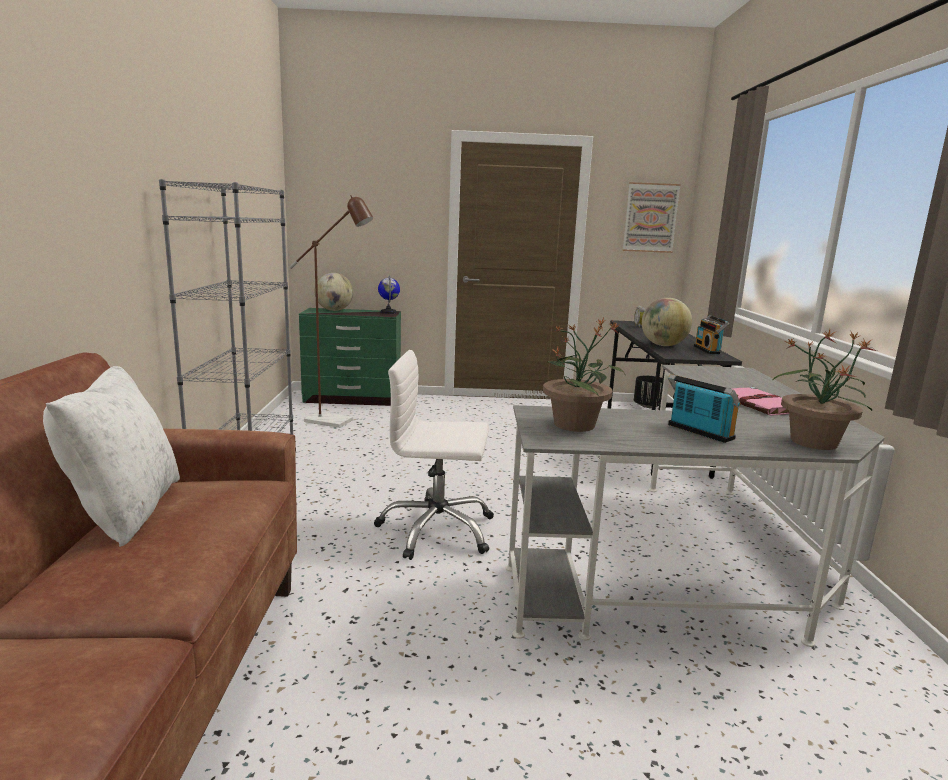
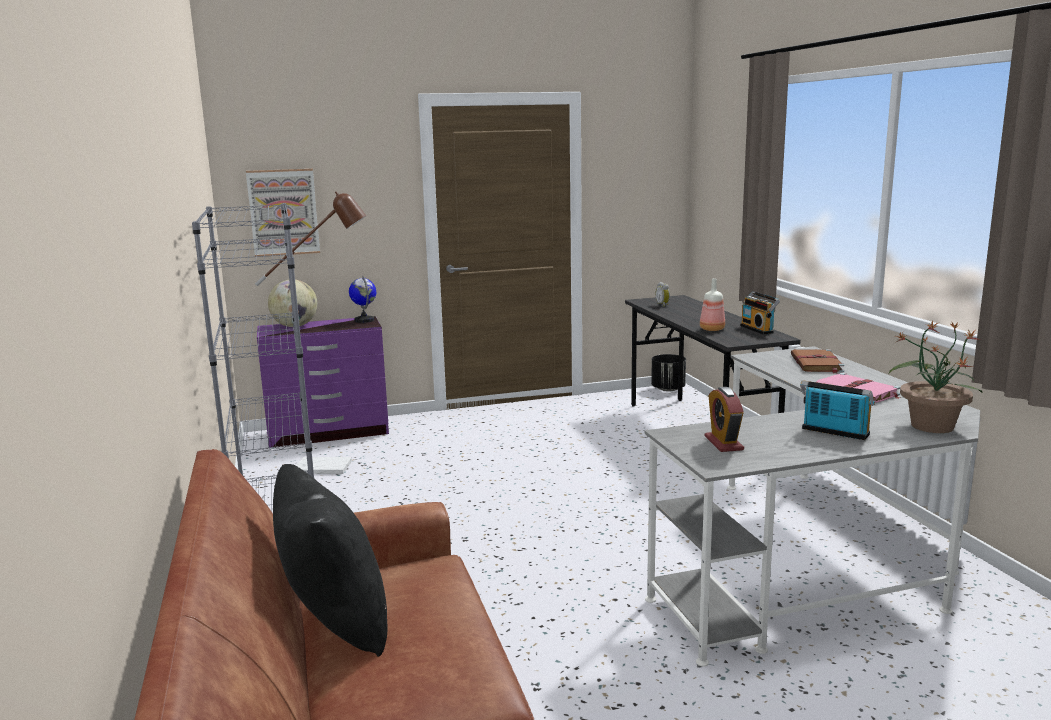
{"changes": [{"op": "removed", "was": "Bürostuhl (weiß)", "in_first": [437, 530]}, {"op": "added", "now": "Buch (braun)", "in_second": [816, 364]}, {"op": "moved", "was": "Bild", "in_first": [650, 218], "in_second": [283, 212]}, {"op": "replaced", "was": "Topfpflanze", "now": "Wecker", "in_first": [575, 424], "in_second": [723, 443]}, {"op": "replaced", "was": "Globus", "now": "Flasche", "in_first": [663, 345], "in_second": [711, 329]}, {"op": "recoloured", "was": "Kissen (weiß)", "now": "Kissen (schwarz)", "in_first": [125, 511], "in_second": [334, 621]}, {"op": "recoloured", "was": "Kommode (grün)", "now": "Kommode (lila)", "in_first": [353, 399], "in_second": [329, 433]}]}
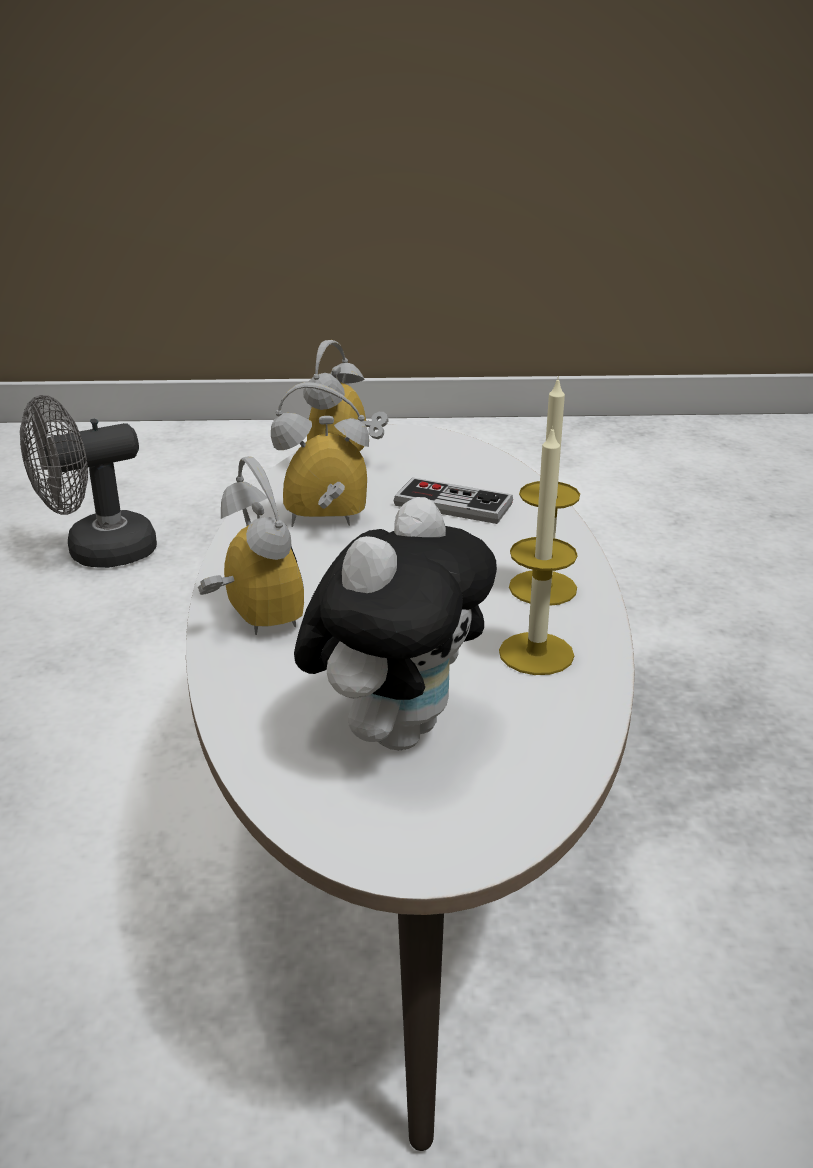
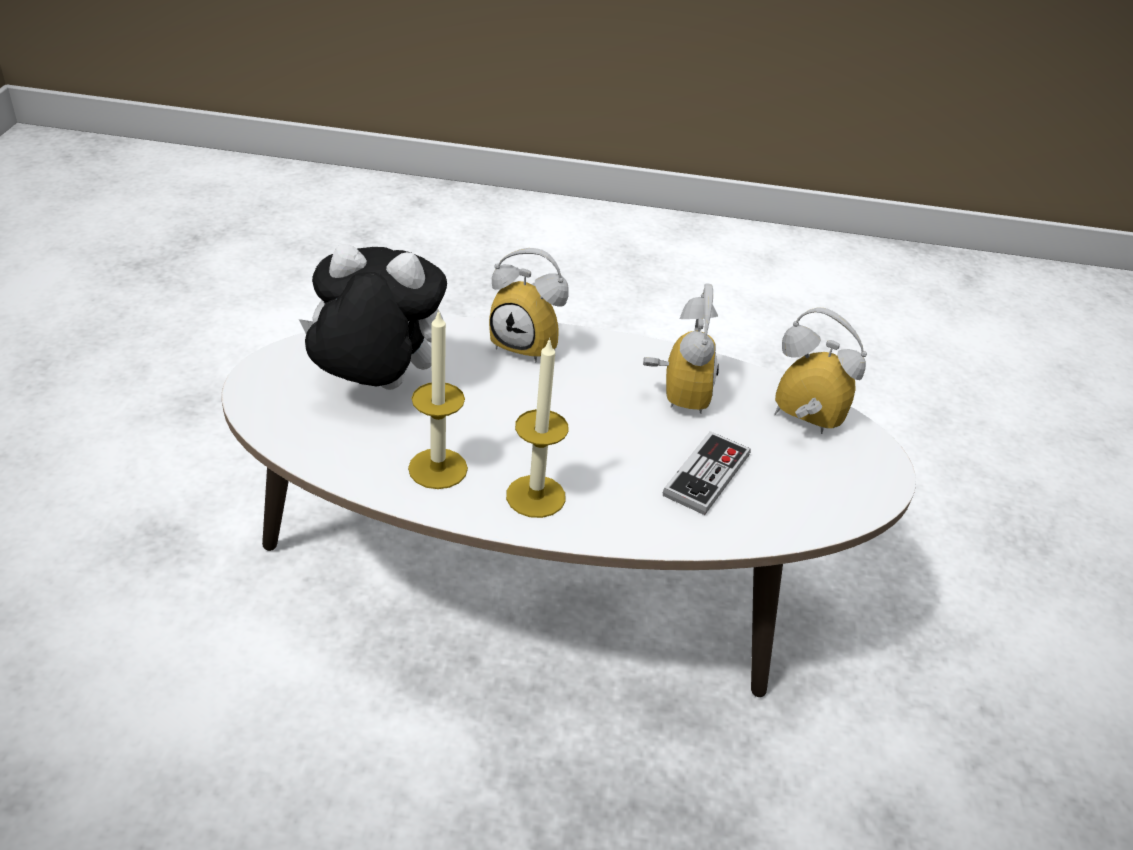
{"changes": [{"op": "removed", "was": "Ventilator (grau)", "in_first": [97, 553]}, {"op": "turned", "was": "Wecker", "in_first": [248, 619], "in_second": [530, 344], "clockwise": 45}, {"op": "turned", "was": "Plüschtier", "in_first": [396, 729], "in_second": [375, 387], "clockwise": 150}]}
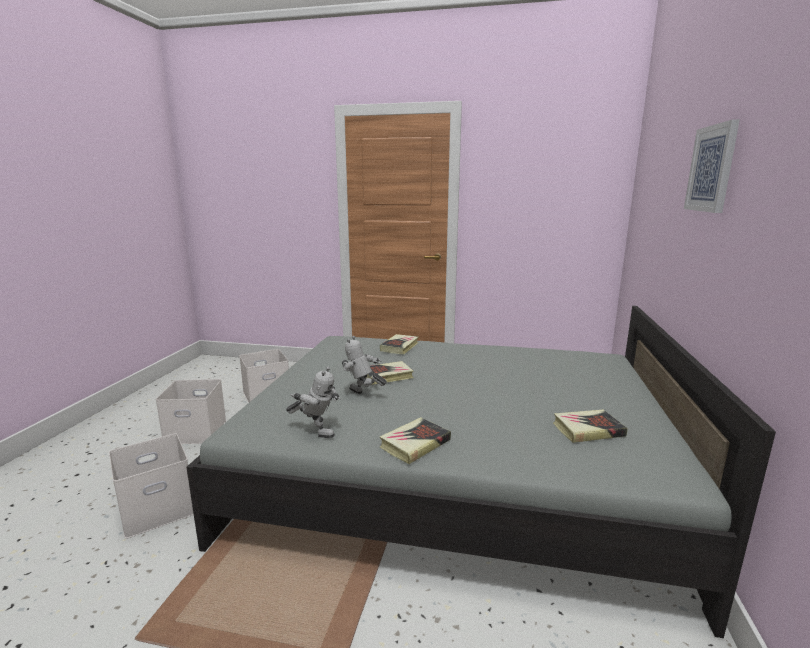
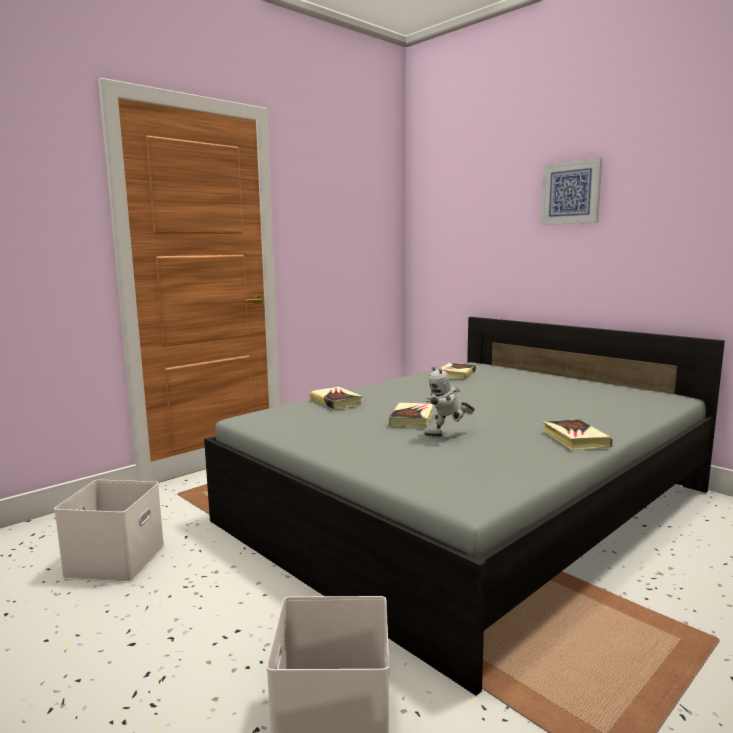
{"changes": [{"op": "removed", "was": "Aufbewahrungsbox (weiß)", "in_first": [197, 431]}, {"op": "removed", "was": "Spielzeugroboter", "in_first": [316, 432]}, {"op": "moved", "was": "Buch", "in_first": [588, 430], "in_second": [456, 374]}]}
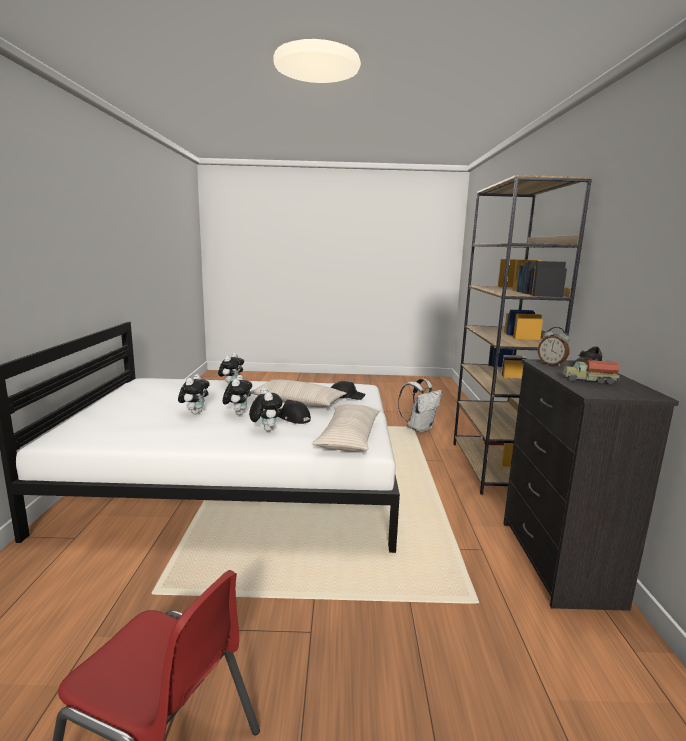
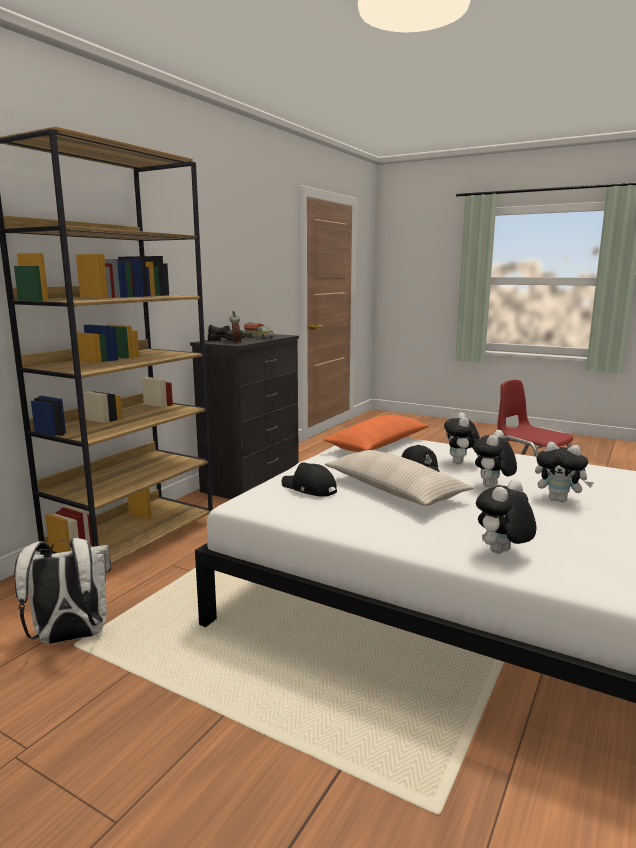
{"changes": [{"op": "recoloured", "was": "Kissen (beige)", "now": "Kissen (orange)", "in_first": [349, 437], "in_second": [377, 445]}, {"op": "turned", "was": "Plüschtier", "in_first": [195, 412], "in_second": [559, 500], "clockwise": -105}]}
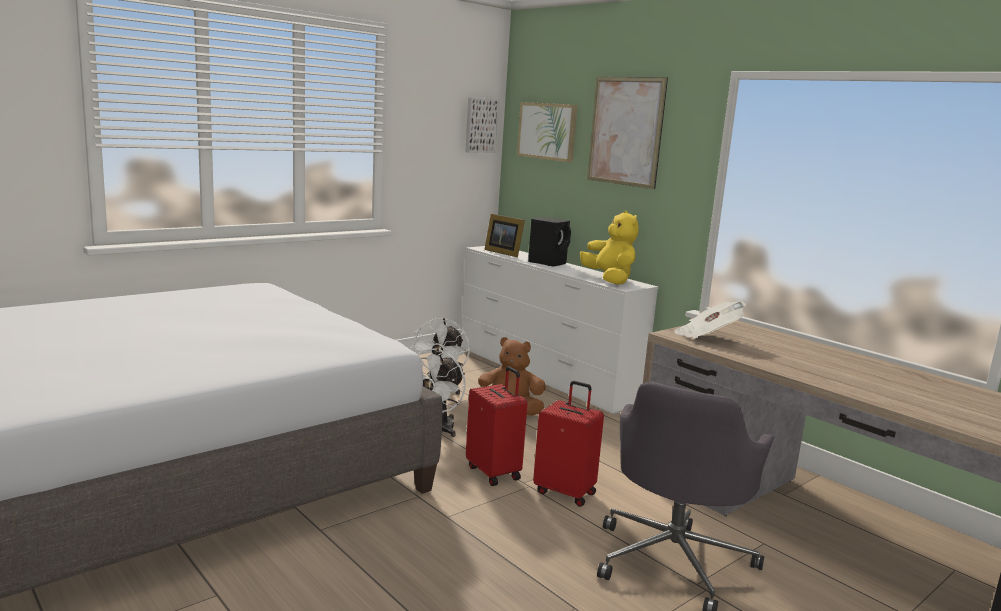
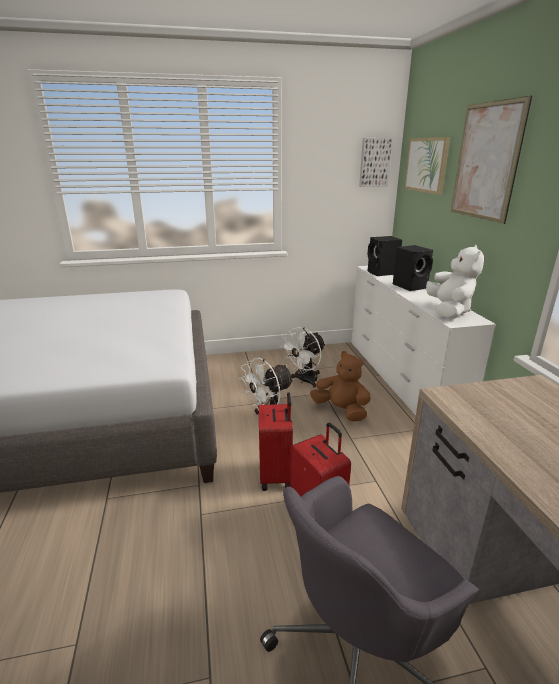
{"changes": [{"op": "removed", "was": "Zeitung", "in_first": [707, 336]}, {"op": "replaced", "was": "Bilderrahmen", "now": "Lautsprecher (schwarz)", "in_first": [503, 252], "in_second": [382, 273]}, {"op": "recoloured", "was": "Plüschtier (gelb)", "now": "Plüschtier (weiß)", "in_first": [609, 280], "in_second": [449, 311]}]}
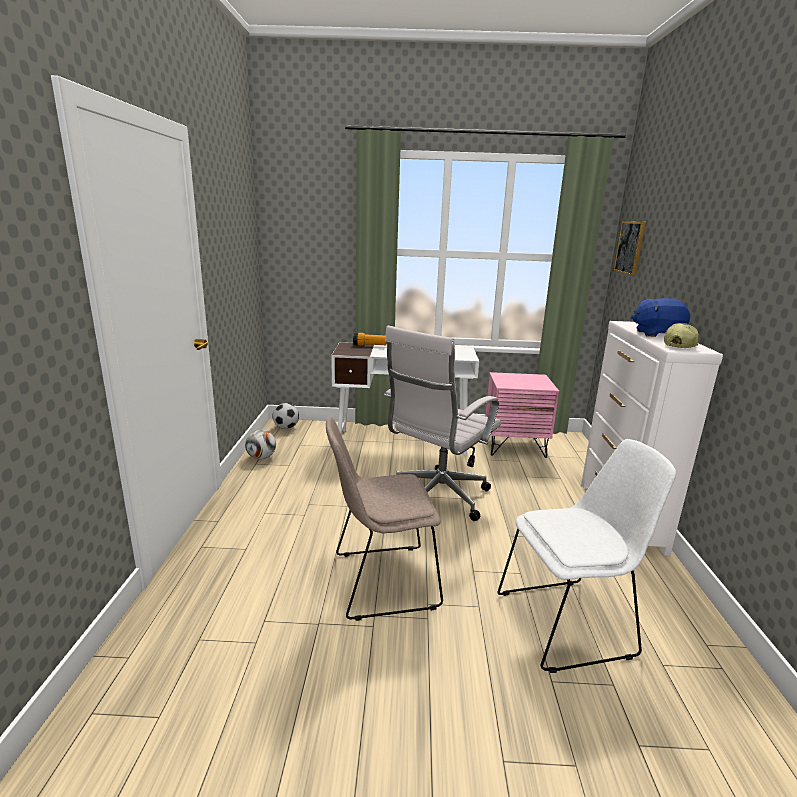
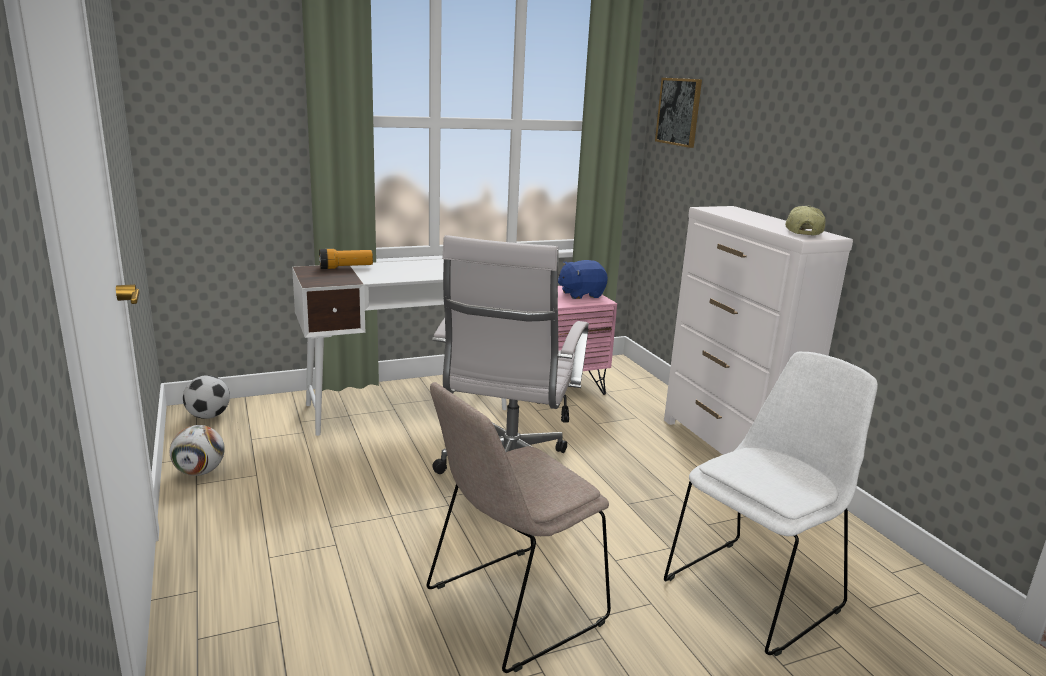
{"changes": [{"op": "moved", "was": "Plüschtier (blau)", "in_first": [656, 334], "in_second": [581, 294]}]}
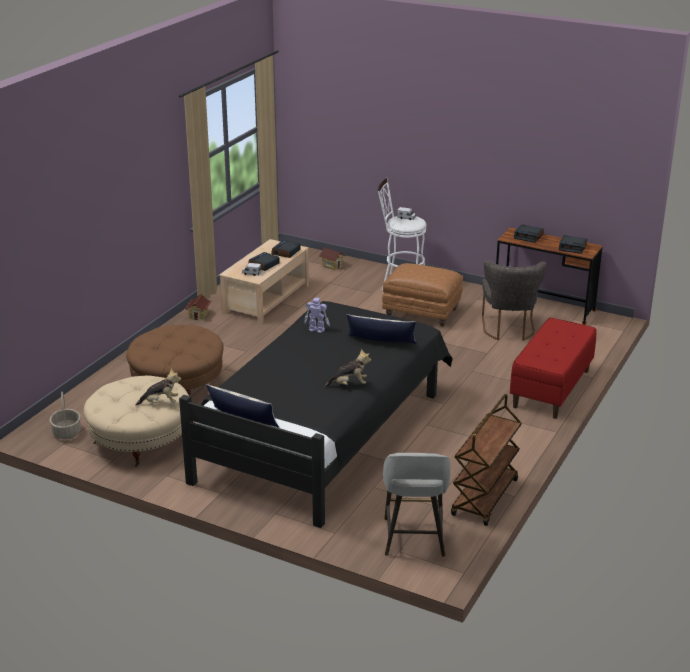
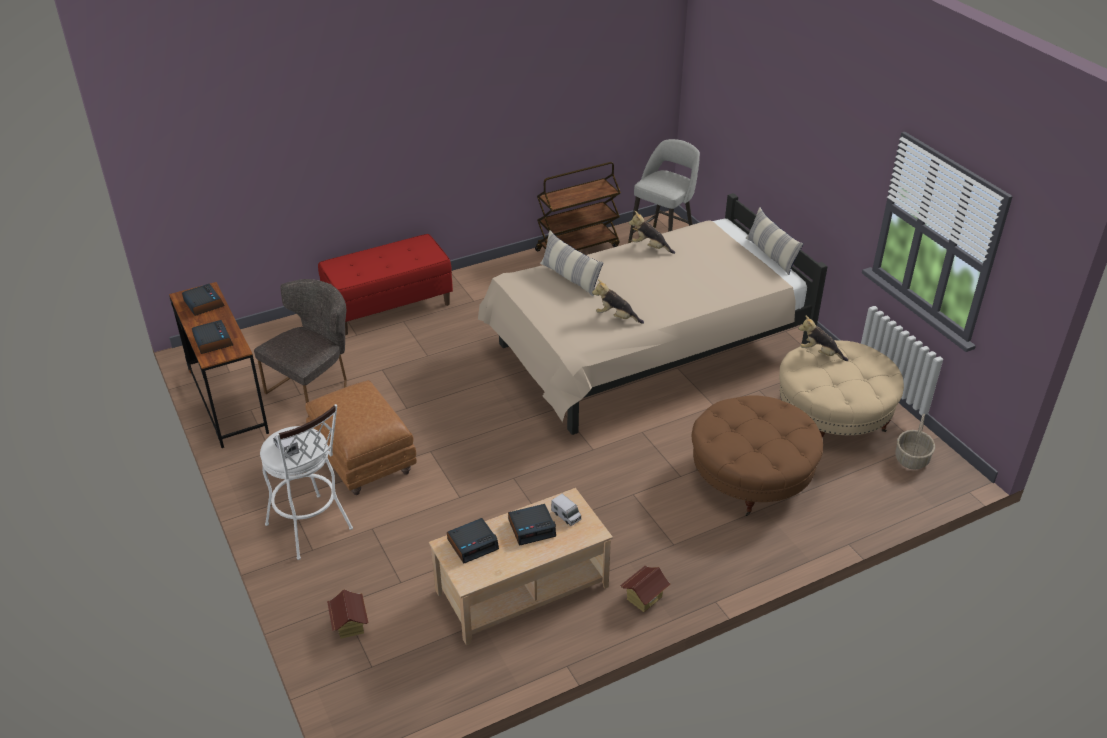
{"changes": [{"op": "replaced", "was": "Spielzeugroboter", "now": "Plüschtier", "in_first": [316, 329], "in_second": [616, 317]}, {"op": "recoloured", "was": "Bett (schwarz)", "now": "Bett (beige)", "in_first": [323, 432], "in_second": [644, 350]}]}
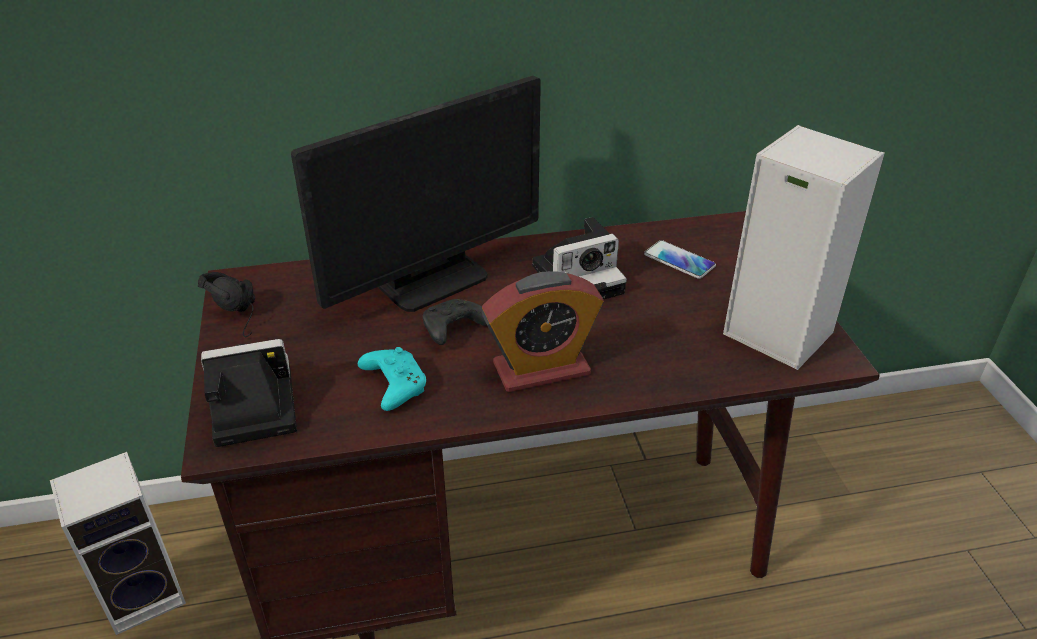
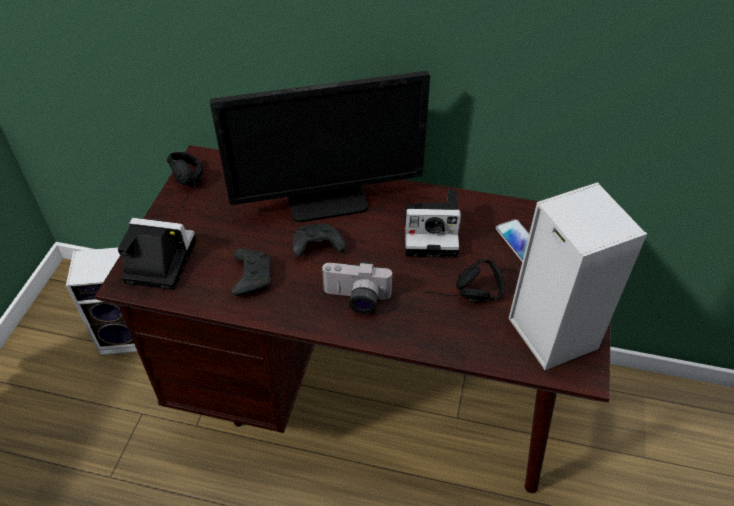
{"changes": [{"op": "added", "now": "Kopfhörer (schwarz)", "in_second": [464, 297]}, {"op": "replaced", "was": "Wecker", "now": "Kamera", "in_first": [541, 369], "in_second": [356, 299]}, {"op": "recoloured", "was": "Gamepad (türkis)", "now": "Gamepad (schwarz)", "in_first": [393, 385], "in_second": [252, 277]}]}
